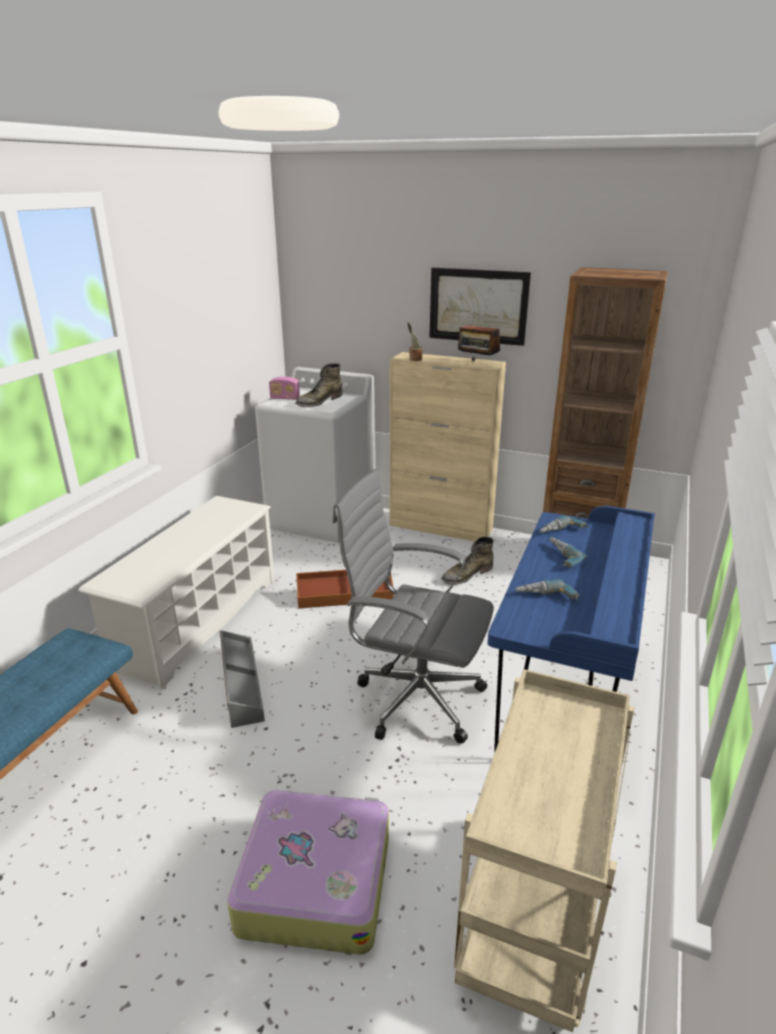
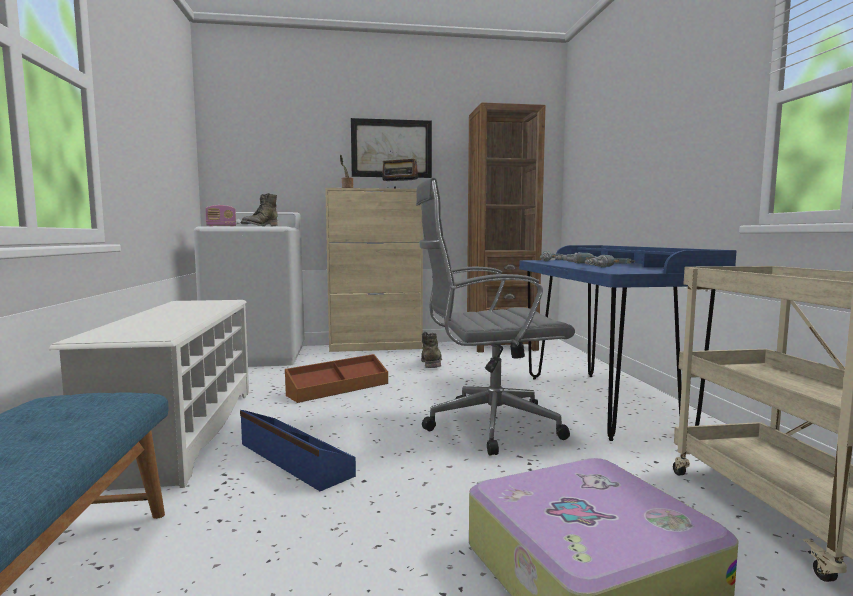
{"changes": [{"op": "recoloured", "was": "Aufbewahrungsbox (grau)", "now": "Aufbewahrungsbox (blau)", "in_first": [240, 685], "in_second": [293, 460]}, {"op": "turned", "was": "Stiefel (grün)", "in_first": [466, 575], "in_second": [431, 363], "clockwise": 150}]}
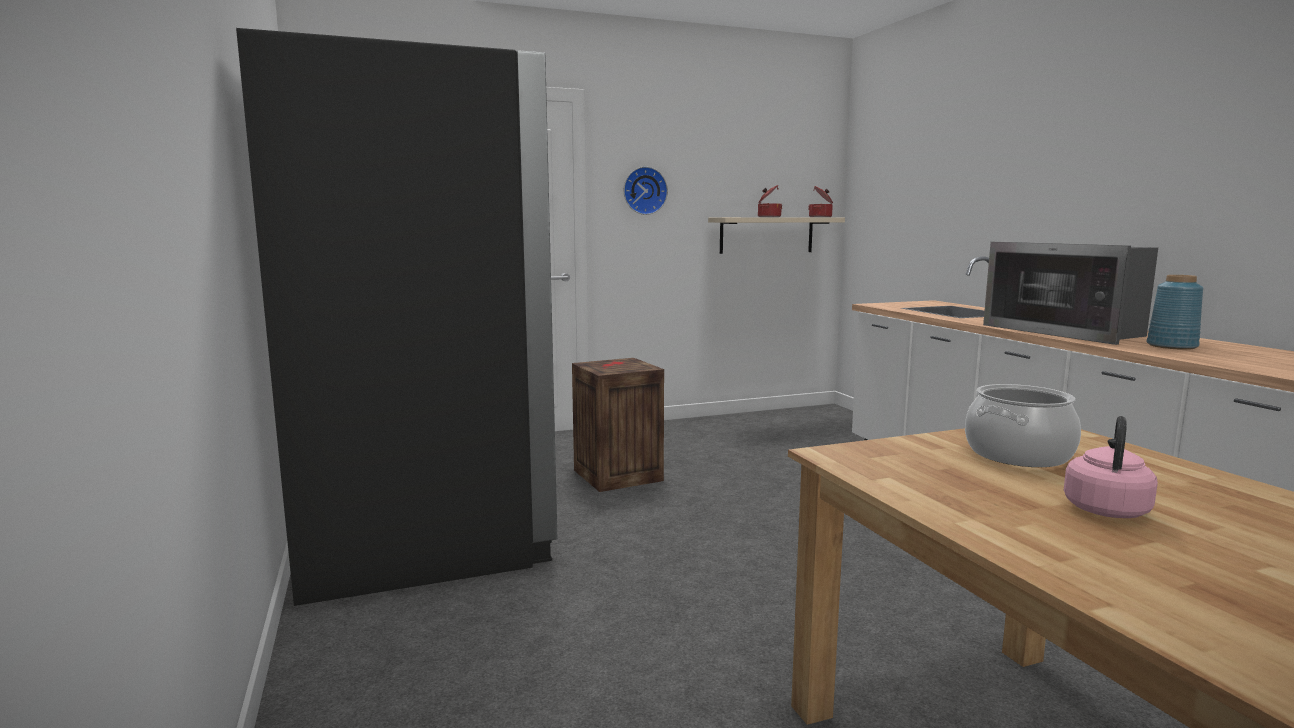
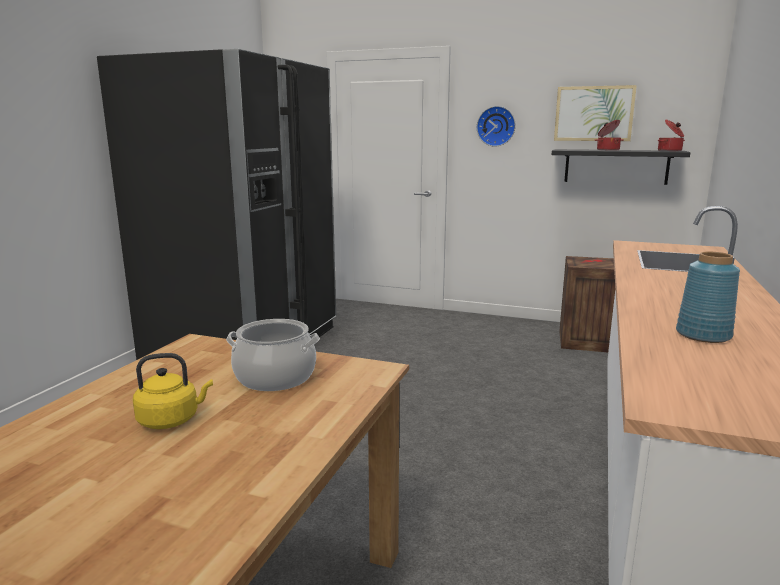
{"changes": [{"op": "removed", "was": "Mikrowelle", "in_first": [1068, 331]}, {"op": "added", "now": "Bild", "in_second": [594, 113]}, {"op": "moved", "was": "Kiste", "in_first": [616, 475], "in_second": [584, 341]}, {"op": "recoloured", "was": "Wandregal (beige)", "now": "Wandregal (schwarz)", "in_first": [766, 235], "in_second": [616, 166]}, {"op": "recoloured", "was": "Wasserkessel (rosa)", "now": "Wasserkessel (gelb)", "in_first": [1106, 509], "in_second": [172, 420]}]}
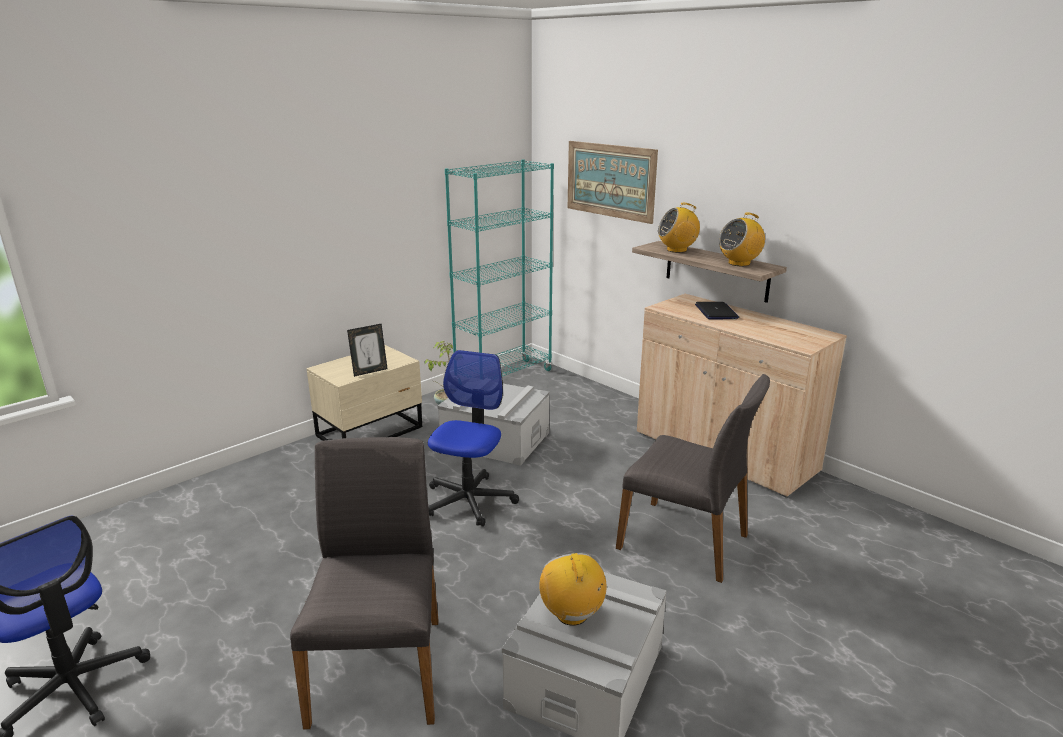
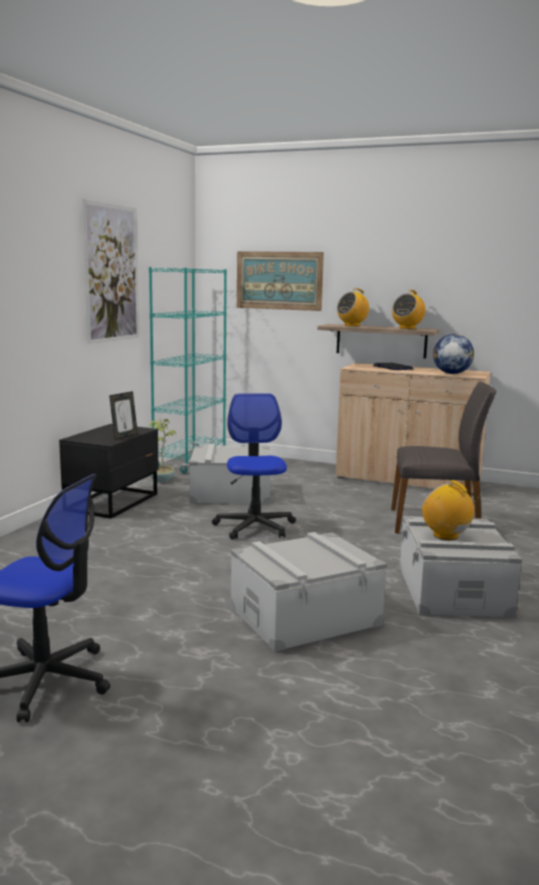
{"changes": [{"op": "added", "now": "Bild", "in_second": [111, 273]}, {"op": "added", "now": "Globus", "in_second": [451, 373]}, {"op": "replaced", "was": "Stuhl (grau)", "now": "Aufbewahrungsbox (grau)", "in_first": [380, 668], "in_second": [305, 616]}, {"op": "recoloured", "was": "Nachttisch (beige)", "now": "Nachttisch (schwarz)", "in_first": [372, 431], "in_second": [114, 502]}]}
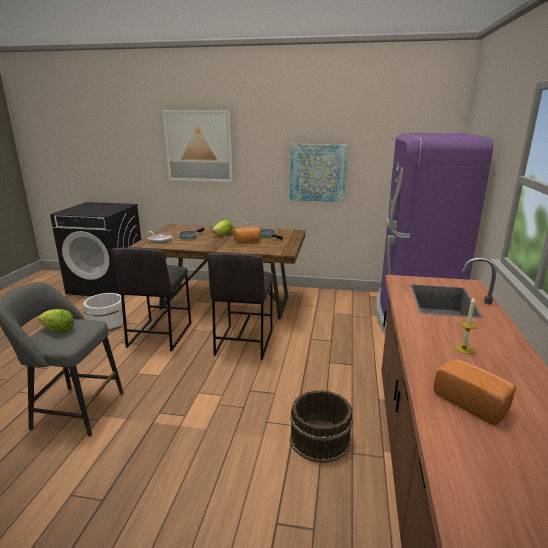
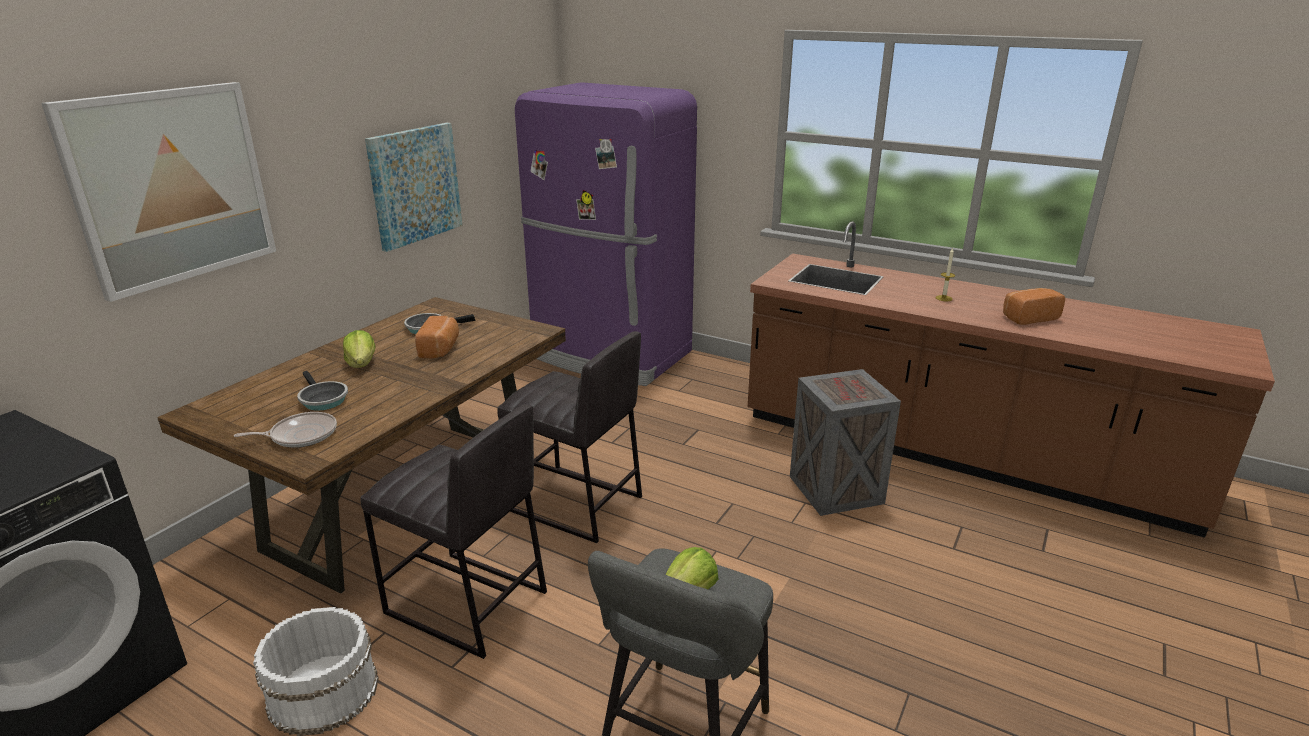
{"changes": [{"op": "replaced", "was": "Eimer (braun)", "now": "Kiste", "in_first": [319, 439], "in_second": [835, 491]}]}
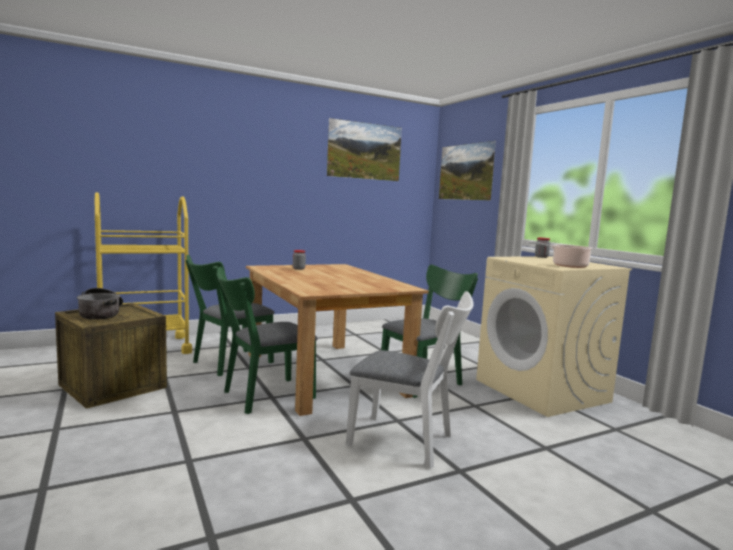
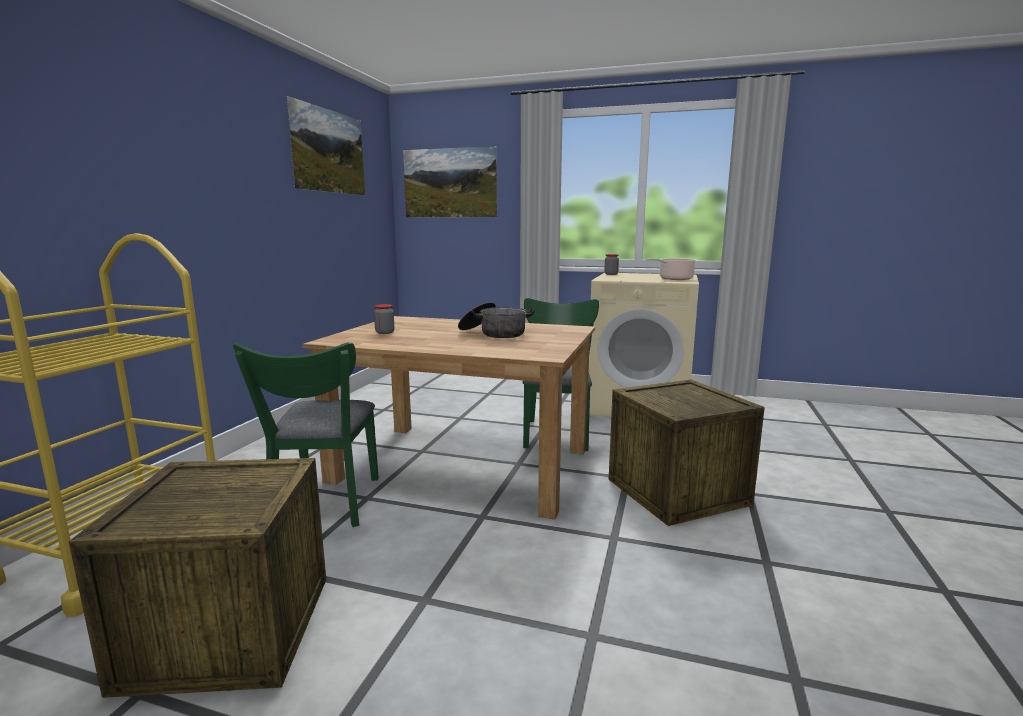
{"changes": [{"op": "removed", "was": "Stuhl (grün)", "in_first": [262, 396]}, {"op": "moved", "was": "Kochtopf", "in_first": [101, 313], "in_second": [494, 333]}, {"op": "replaced", "was": "Stuhl (weiß)", "now": "Kiste", "in_first": [408, 442], "in_second": [677, 491]}]}
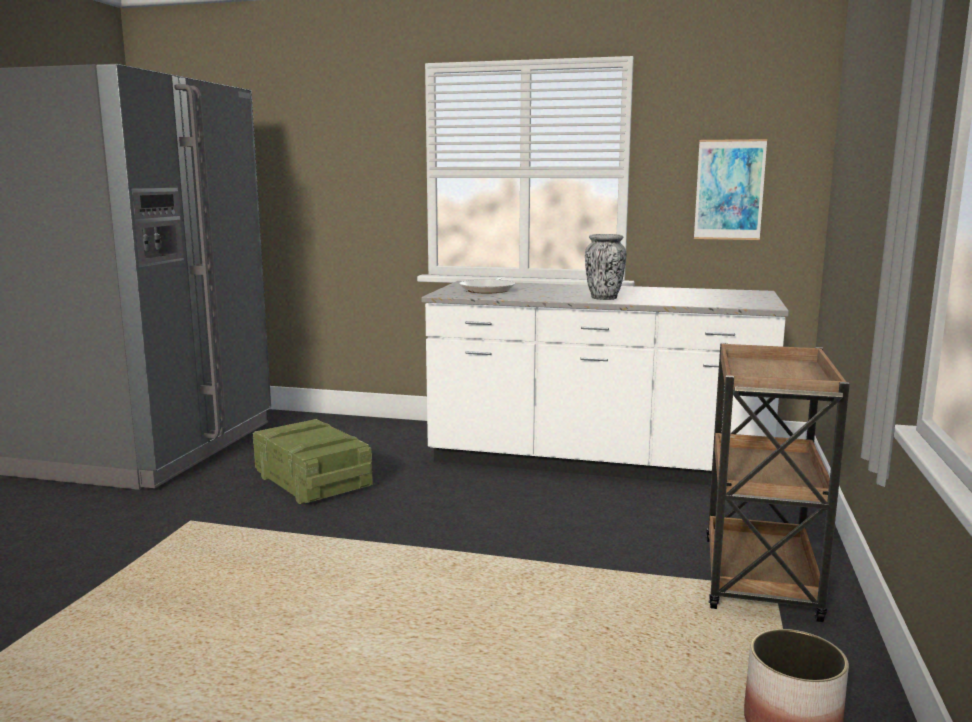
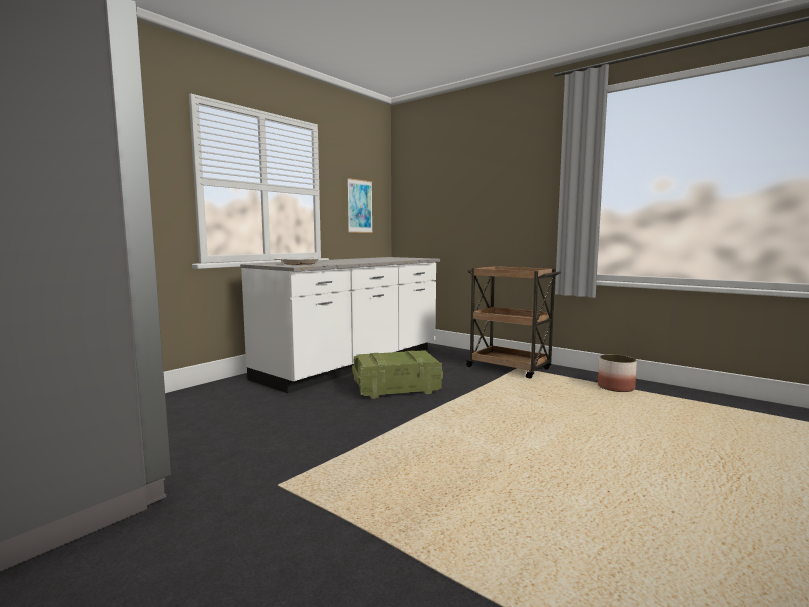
{"changes": [{"op": "removed", "was": "Vase", "in_first": [604, 298]}, {"op": "moved", "was": "Kiste", "in_first": [311, 481], "in_second": [395, 388]}]}
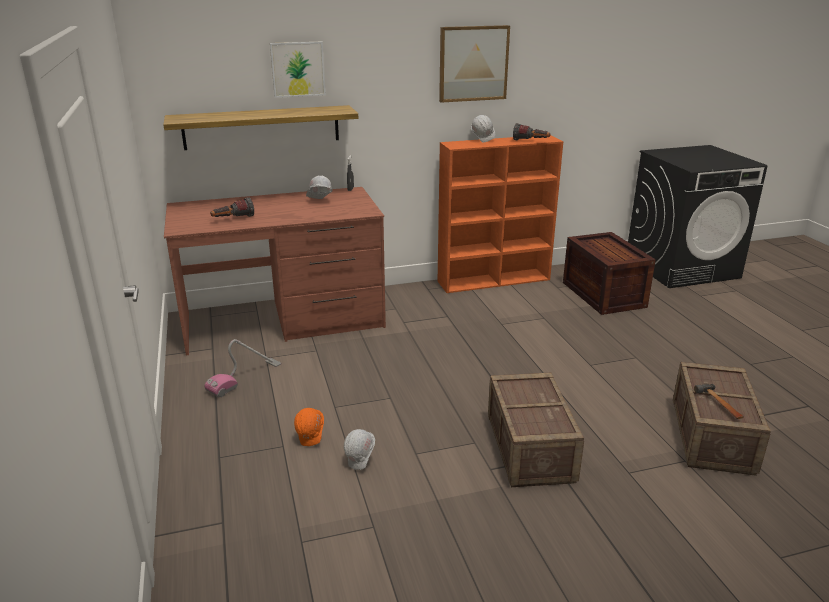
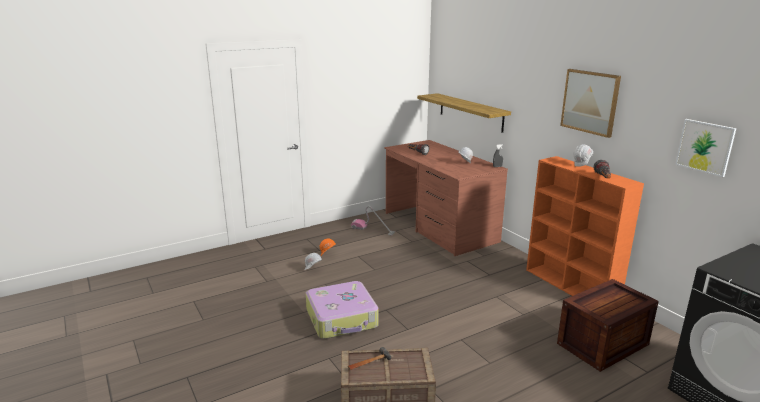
{"changes": [{"op": "moved", "was": "Bild", "in_first": [298, 69], "in_second": [705, 147]}, {"op": "replaced", "was": "Kiste", "now": "Koffer", "in_first": [528, 448], "in_second": [342, 319]}]}
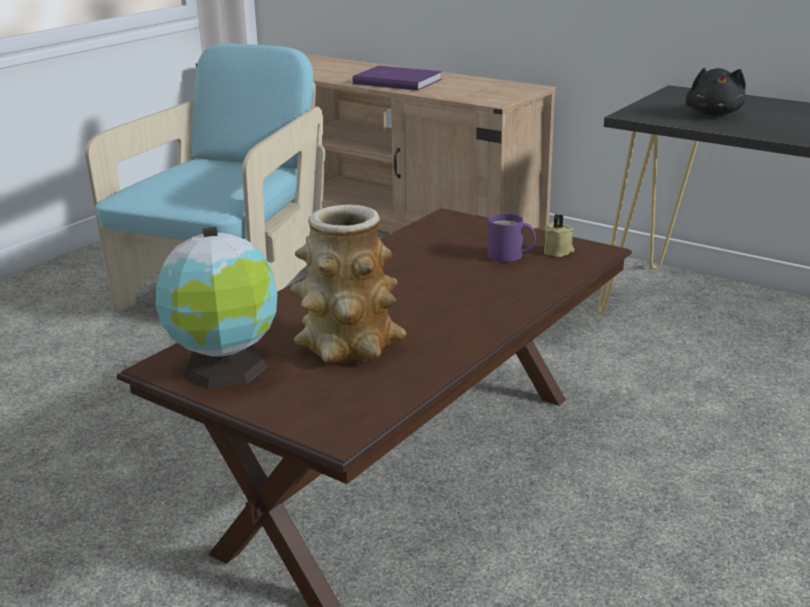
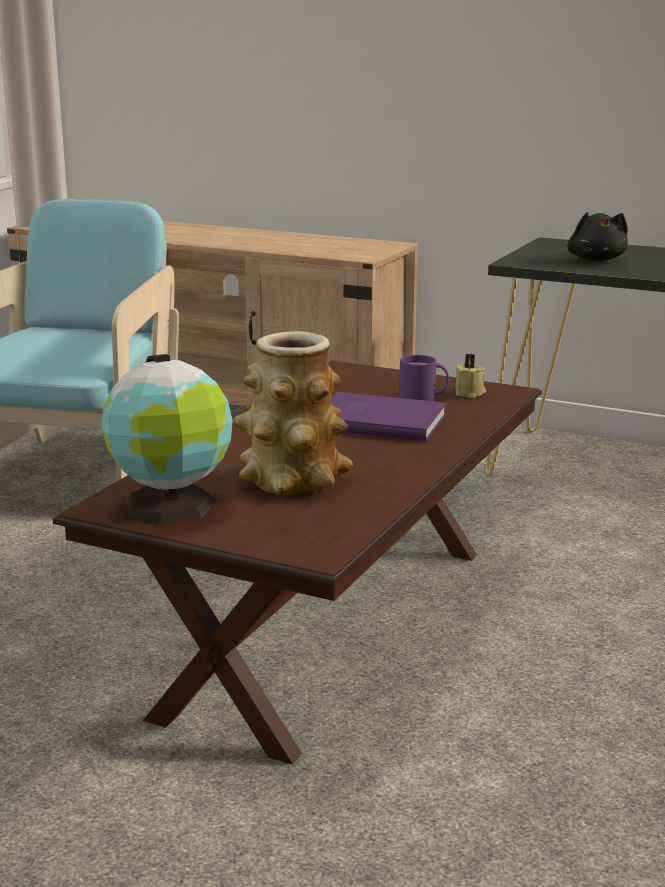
{"changes": [{"op": "moved", "was": "Buch (lila)", "in_first": [397, 81], "in_second": [378, 420]}]}
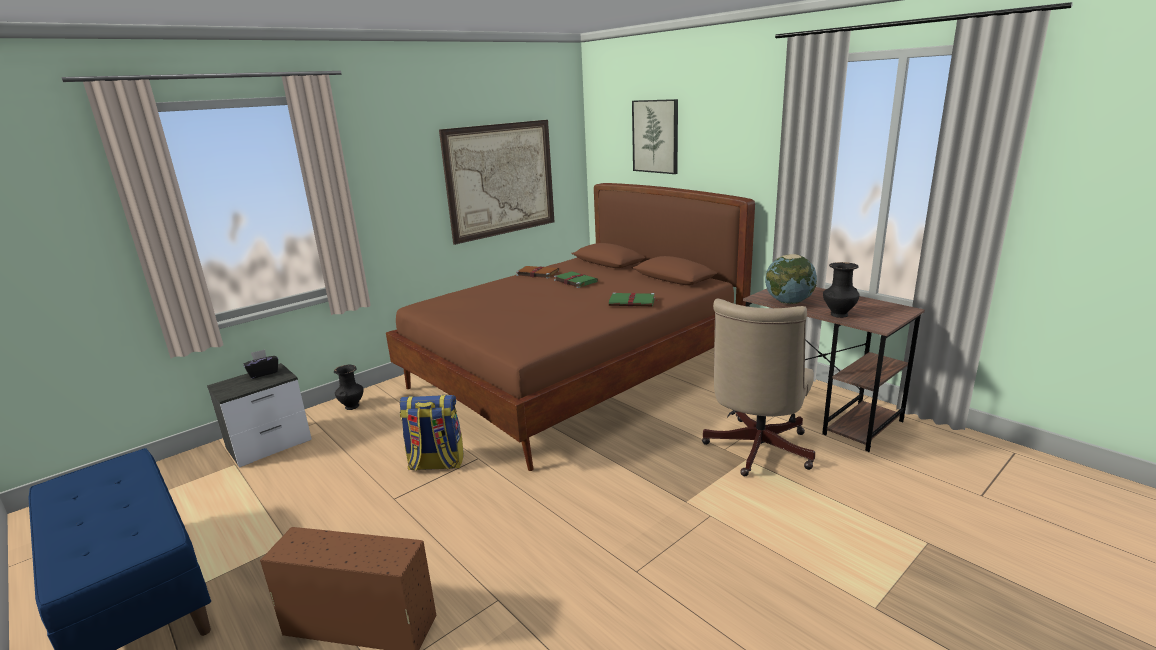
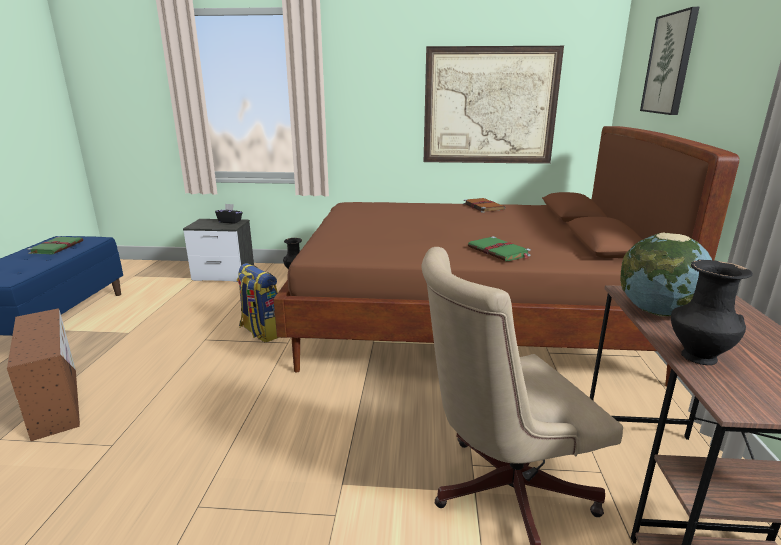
{"changes": [{"op": "moved", "was": "Buch (grün)", "in_first": [574, 281], "in_second": [57, 247]}]}
